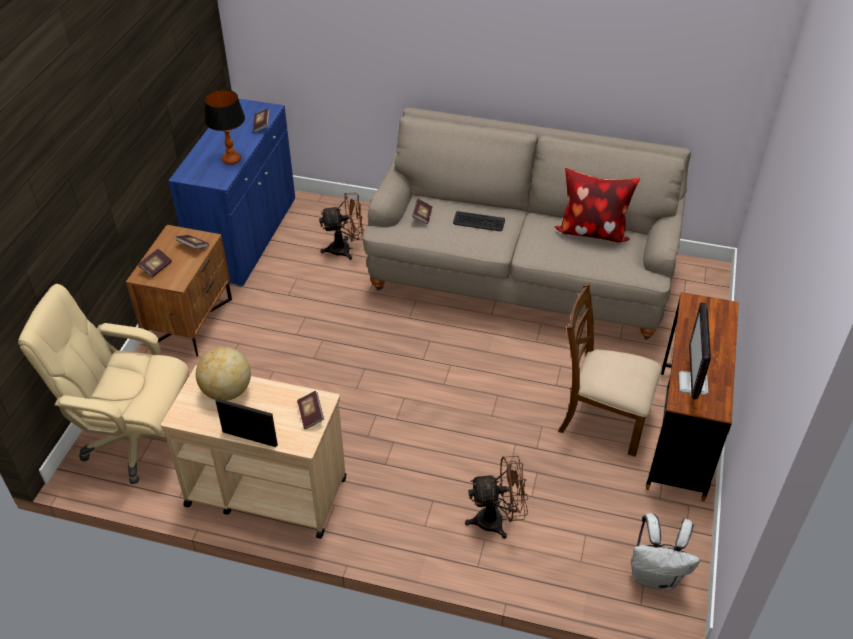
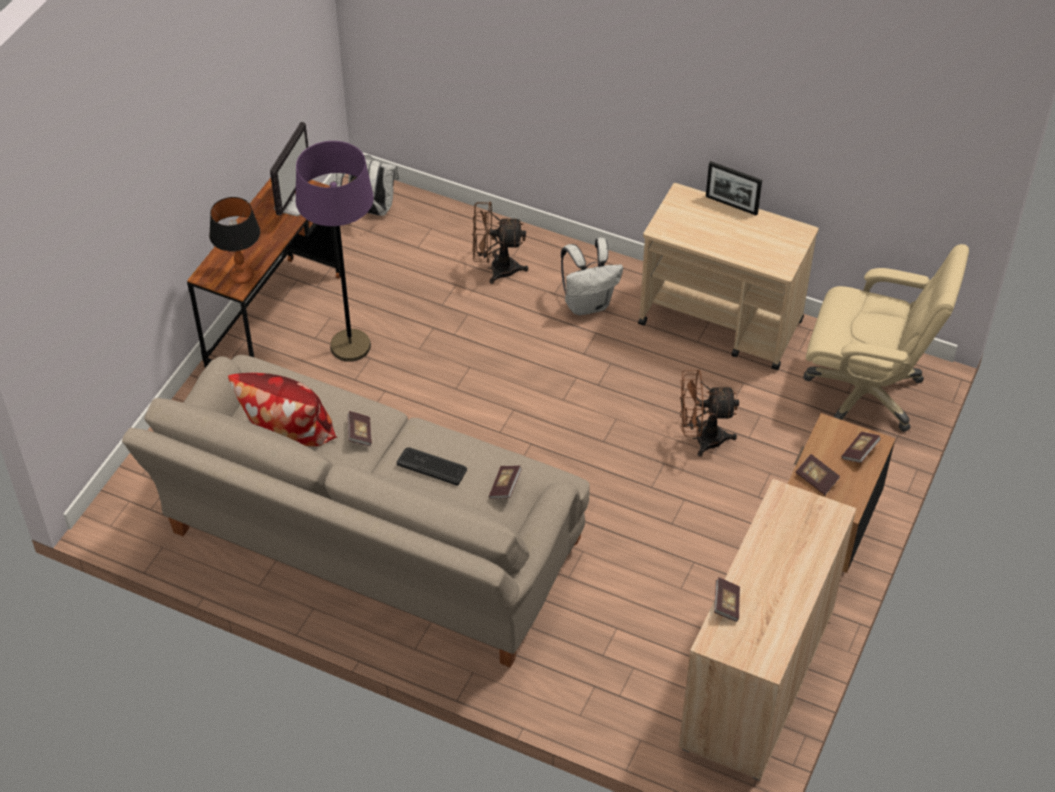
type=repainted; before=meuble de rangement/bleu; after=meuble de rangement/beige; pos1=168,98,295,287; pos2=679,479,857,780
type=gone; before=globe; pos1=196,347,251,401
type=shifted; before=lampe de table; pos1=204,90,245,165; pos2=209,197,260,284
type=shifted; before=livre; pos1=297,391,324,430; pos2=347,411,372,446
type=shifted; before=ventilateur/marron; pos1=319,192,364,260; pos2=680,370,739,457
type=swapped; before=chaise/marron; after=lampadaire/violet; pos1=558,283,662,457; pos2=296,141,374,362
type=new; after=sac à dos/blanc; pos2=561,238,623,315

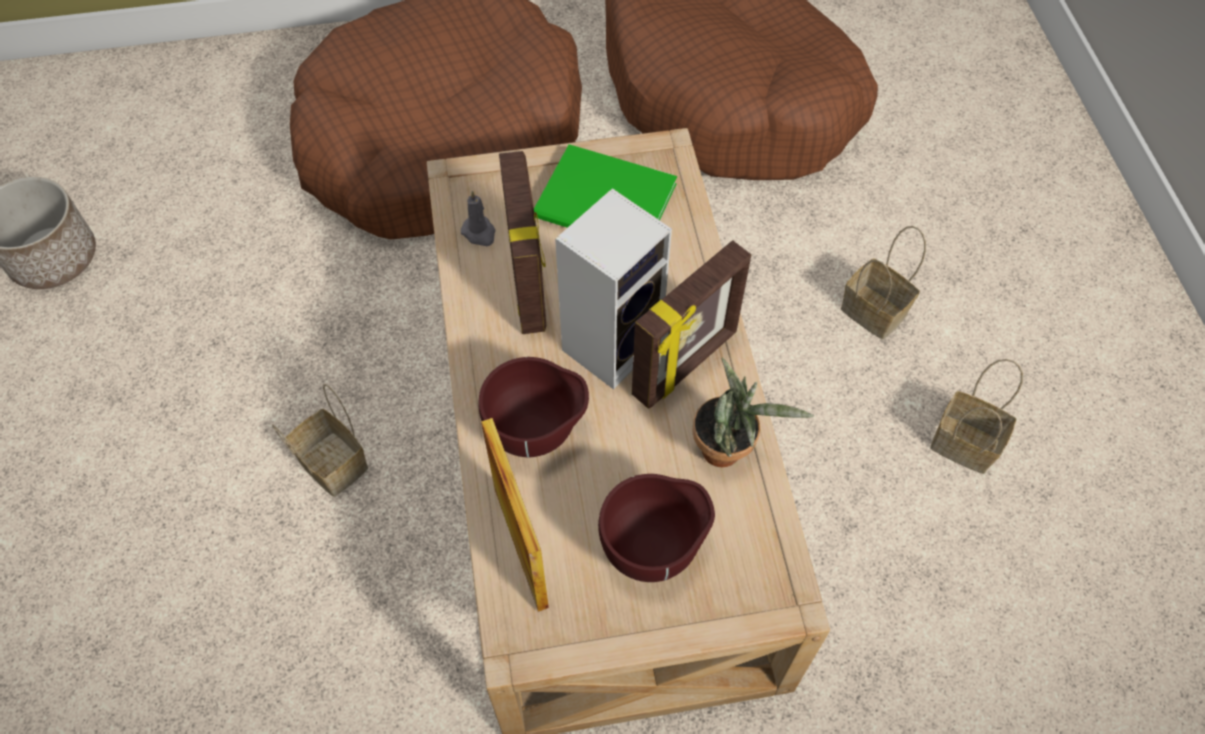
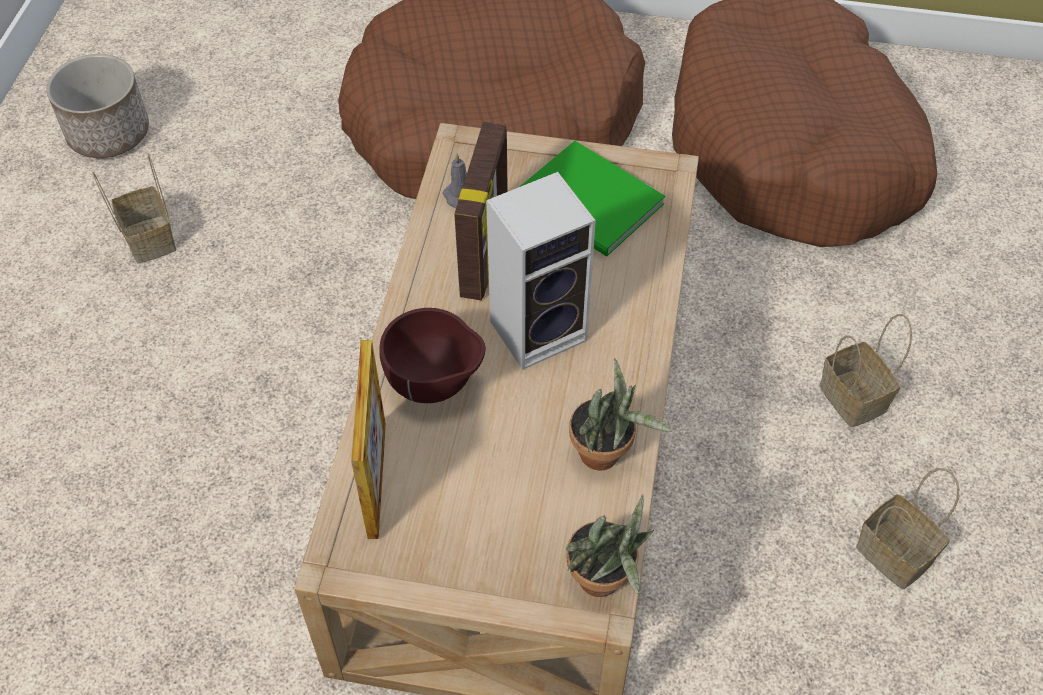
type=shifted; before=panier; pos1=272,384,368,497; pos2=92,154,176,264
type=gone; before=bol/marron; pos1=598,474,715,582
type=gone; before=cadre photo; pos1=632,240,751,409
type=new; after=plante en pot; pos2=566,494,654,597

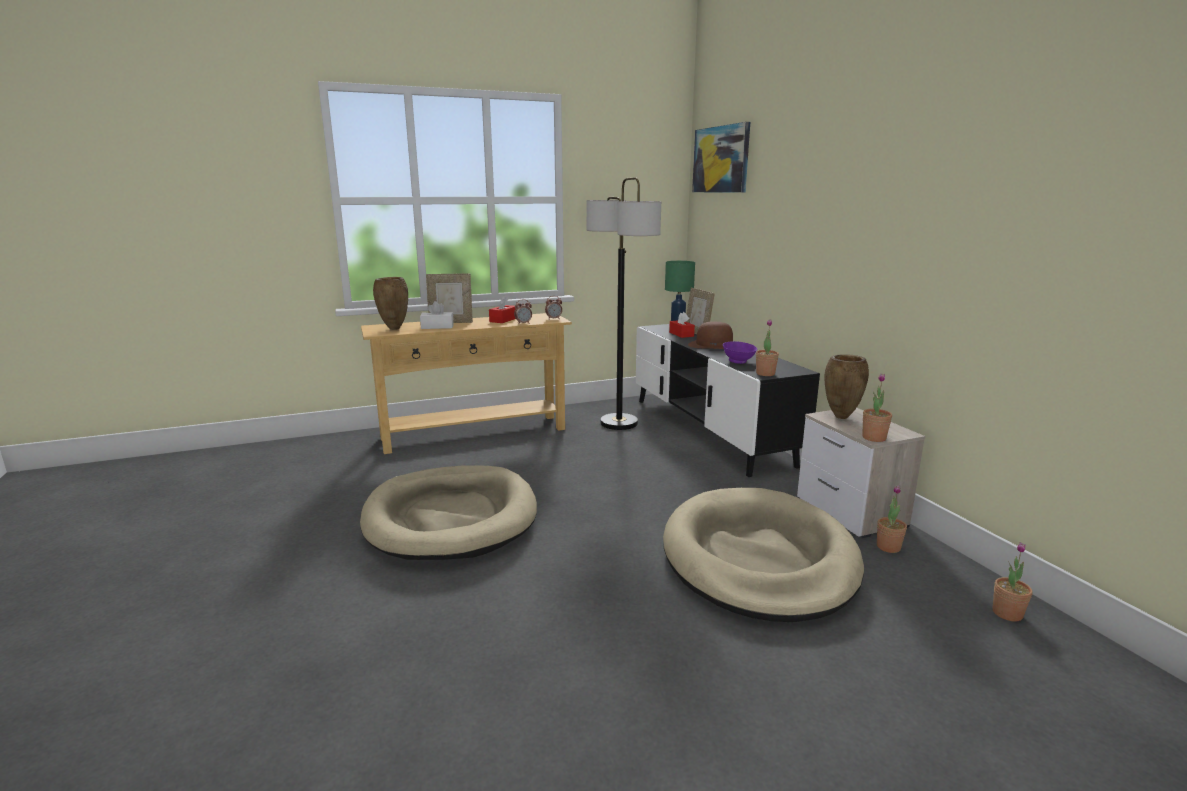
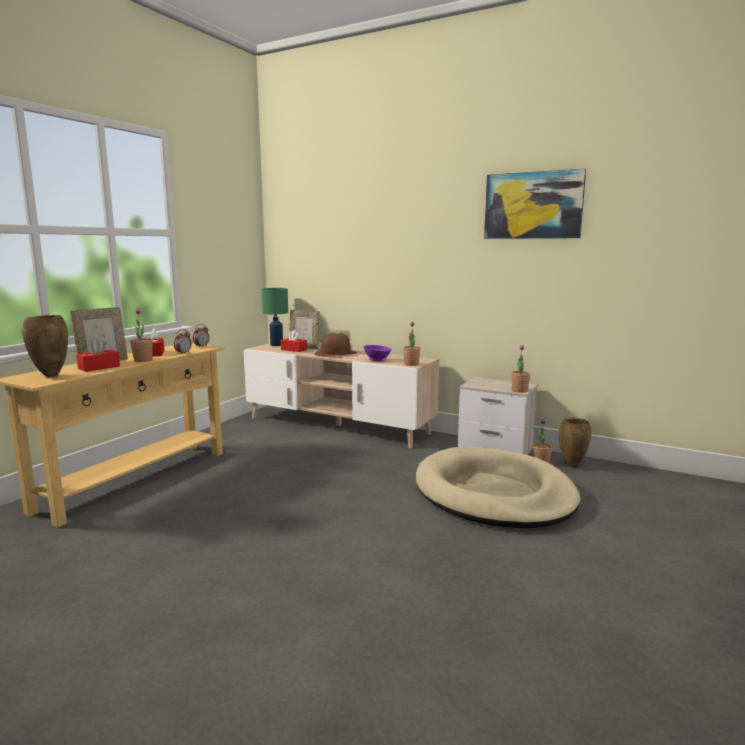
type=gone; before=panier pour chien/beige; pos1=360,465,537,560
type=repainted; before=boîte à mouchoirs/blanc; after=boîte à mouchoirs/rouge; pos1=420,301,454,329; pos2=76,339,120,372
type=gone; before=lampadaire; pos1=586,177,661,430
type=repainted; before=meuble télé/noir; after=meuble télé/beige; pos1=636,324,820,477; pos2=244,344,439,448
type=shifted; before=tableau; pos1=692,122,750,193; pos2=484,169,586,239
type=shifted; before=vase/marron; pos1=824,354,869,419; pos2=558,417,591,467
type=shifted; before=plante en pot; pos1=992,542,1033,622; pos2=130,308,153,362

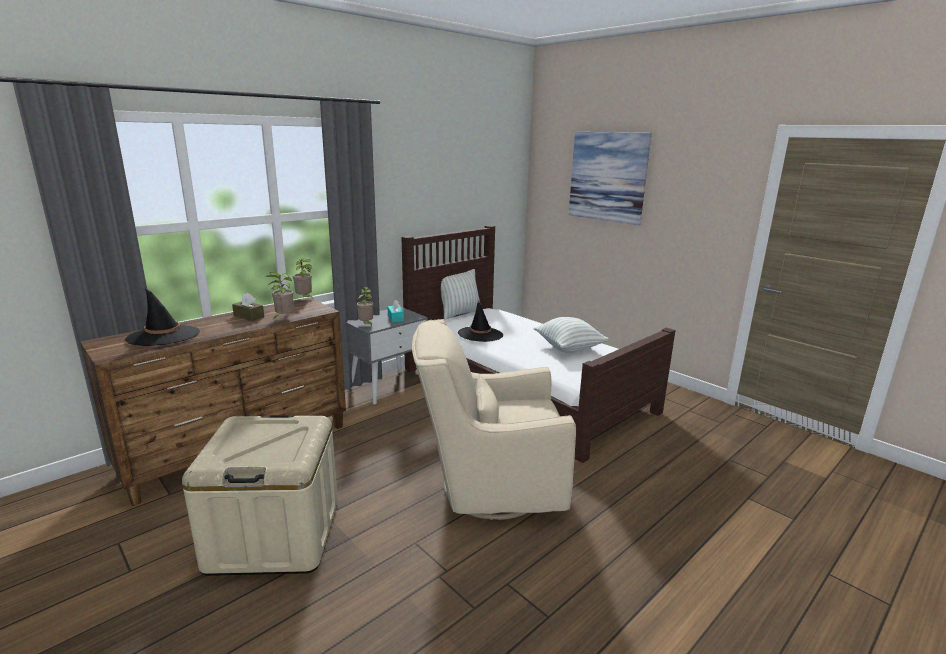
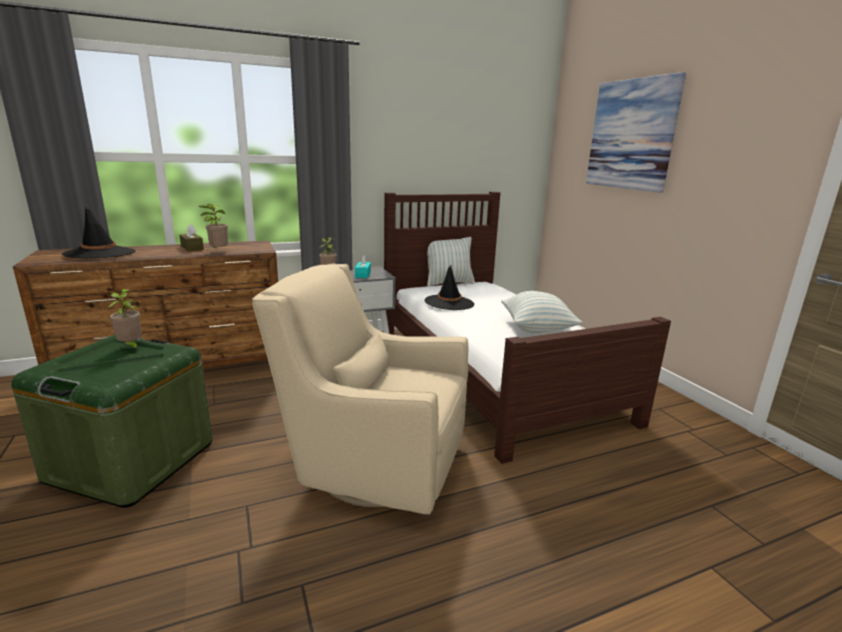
type=repainted; before=boîte de rangement/beige; after=boîte de rangement/vert; pos1=182,415,338,576; pos2=11,335,212,508
type=shifted; before=plante en pot; pos1=293,257,313,299; pos2=108,289,142,350

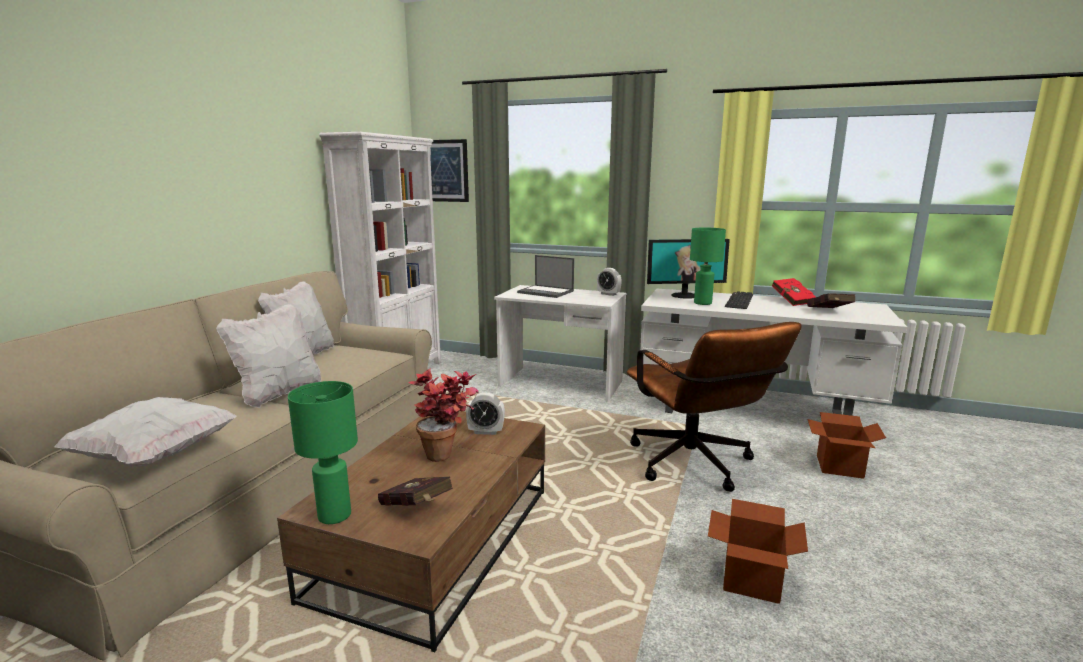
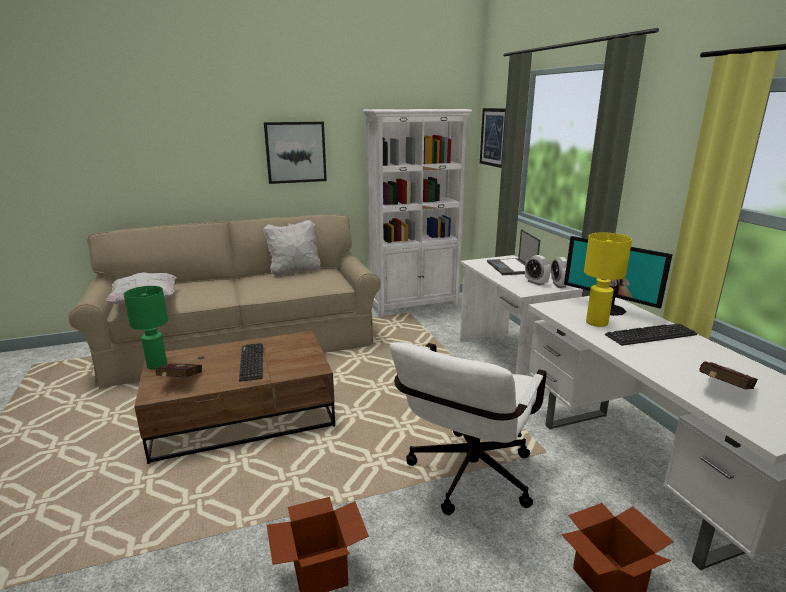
type=gone; before=coussin/blanc; pos1=216,304,321,408
type=swapped; before=plante en pot; after=clavier; pos1=408,368,478,462; pos2=239,343,263,381
type=shifted; before=réveil; pos1=466,392,505,435; pos2=525,255,551,286
type=repainted; before=chaise de bureau/marron; after=chaise de bureau/blanc; pos1=627,322,802,492; pos2=390,342,547,515
type=repainted; before=lampe de table/vert; after=lampe de table/jaune; pos1=690,228,726,305; pos2=584,232,632,327
type=gone; before=livre/rouge; pos1=772,278,816,306
type=new; after=tableau; pos2=264,122,327,184

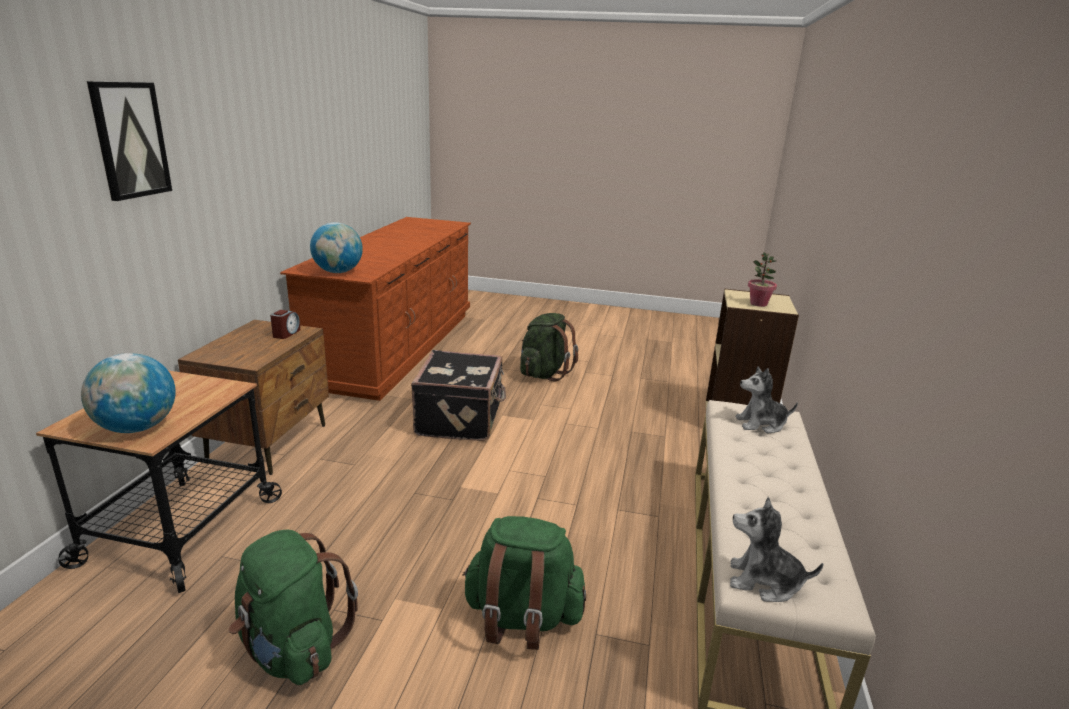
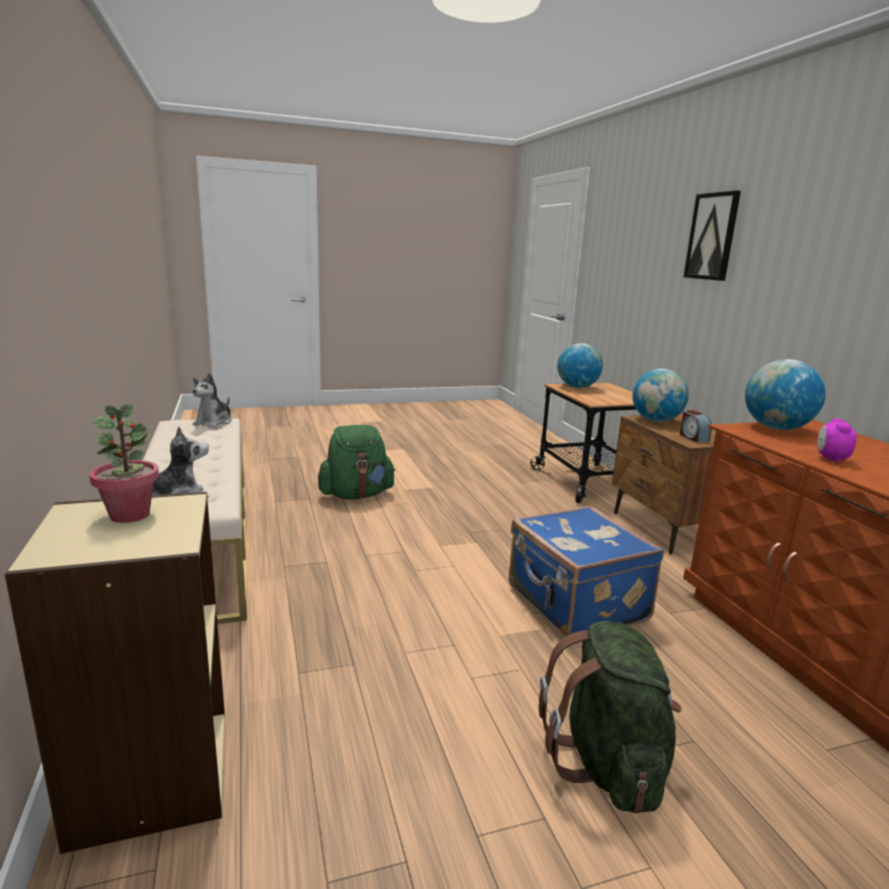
type=gone; before=sac à dos/vert; pos1=229,530,358,685
type=repainted; before=valise/noir; after=valise/bleu; pos1=411,350,506,441; pos2=509,506,664,637
type=rotated; before=peluche; pos1=730,497,824,602; pos2=193,373,232,428; turn=120
type=new; after=globe; pos2=632,369,689,422
type=new; after=réveil; pos2=817,419,856,463

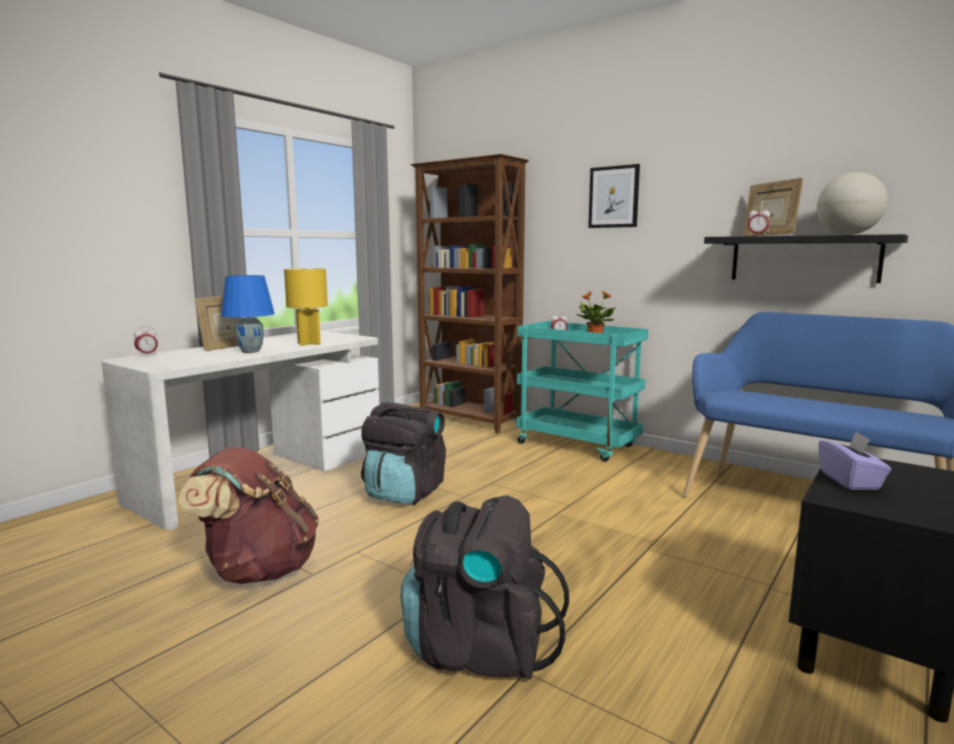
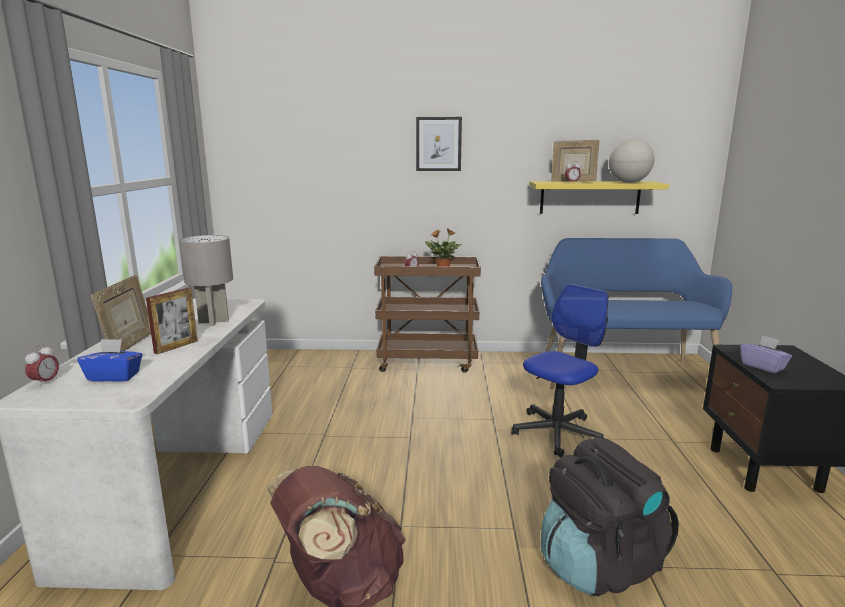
type=swapped; before=lampe de table/bleu; after=cadre photo; pos1=221,275,275,353; pos2=146,288,198,354
type=repainted; before=lampe de table/jaune; after=lampe de table/gris; pos1=284,268,328,346; pos2=179,235,233,326
type=gone; before=sac à dos/noir; pos1=361,402,446,505
type=gone; before=bibliothèque/marron; pos1=410,154,529,433
type=repainted; before=chariot/turquoise; after=chariot/marron; pos1=516,321,648,462; pos2=374,256,481,373
type=repainted; before=étagère/noir; after=étagère/jaune; pos1=704,234,908,283; pos2=529,181,669,214
type=new; after=boîte à mouchoirs/bleu; pos2=77,339,142,382
type=new; after=chaise de bureau; pos2=511,284,608,457

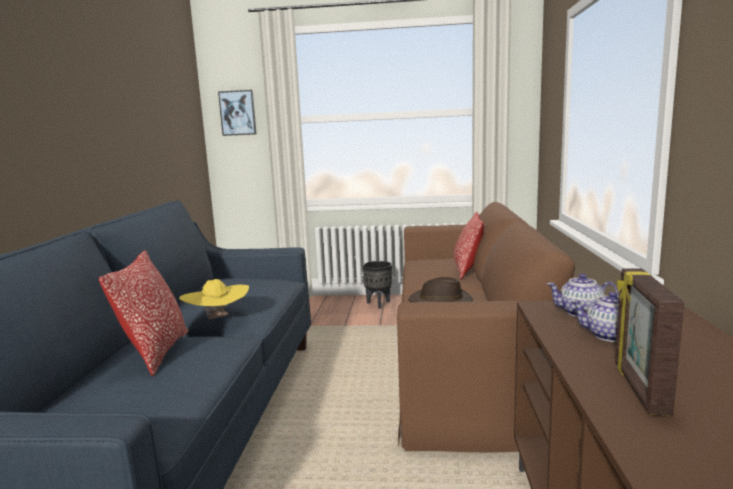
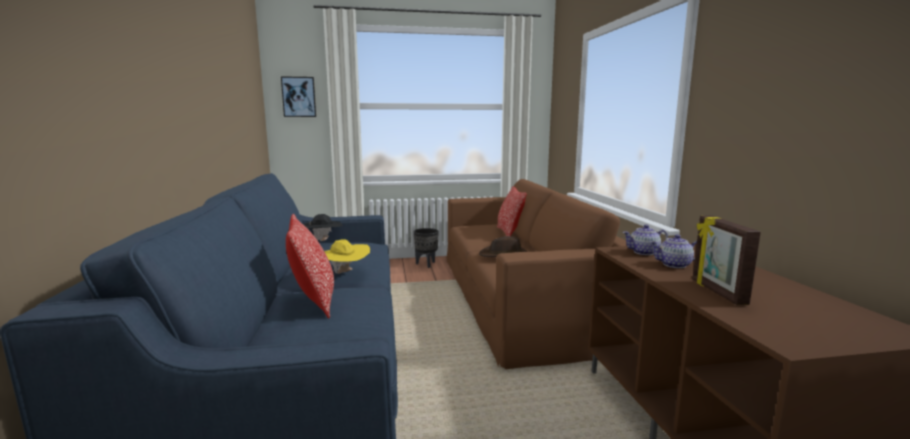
type=new; after=chapeau/noir; pos2=303,214,342,241

